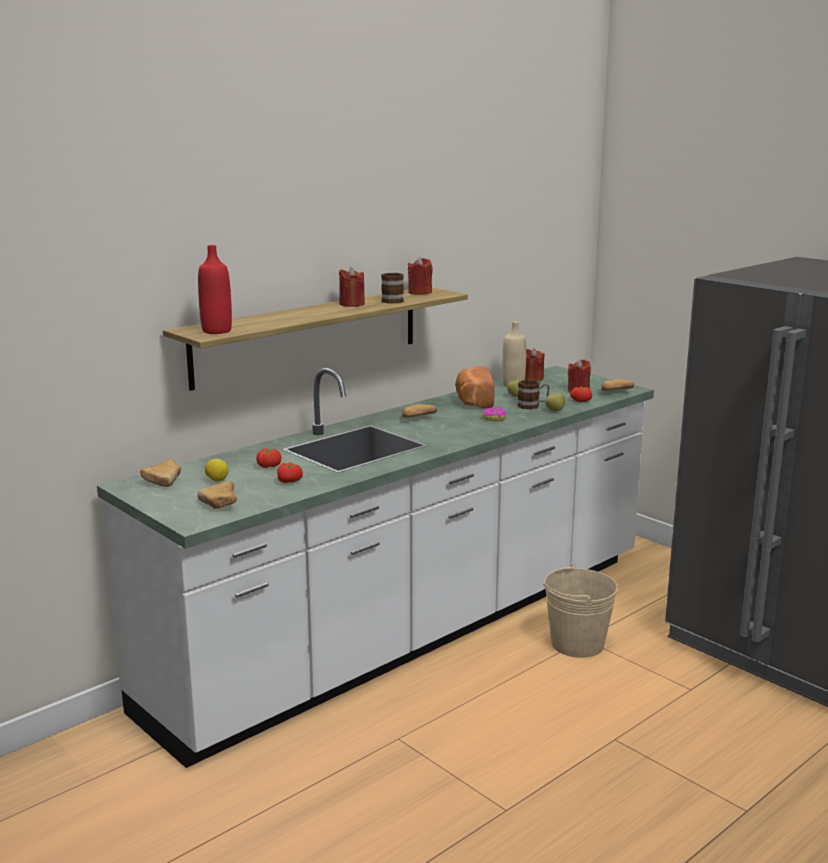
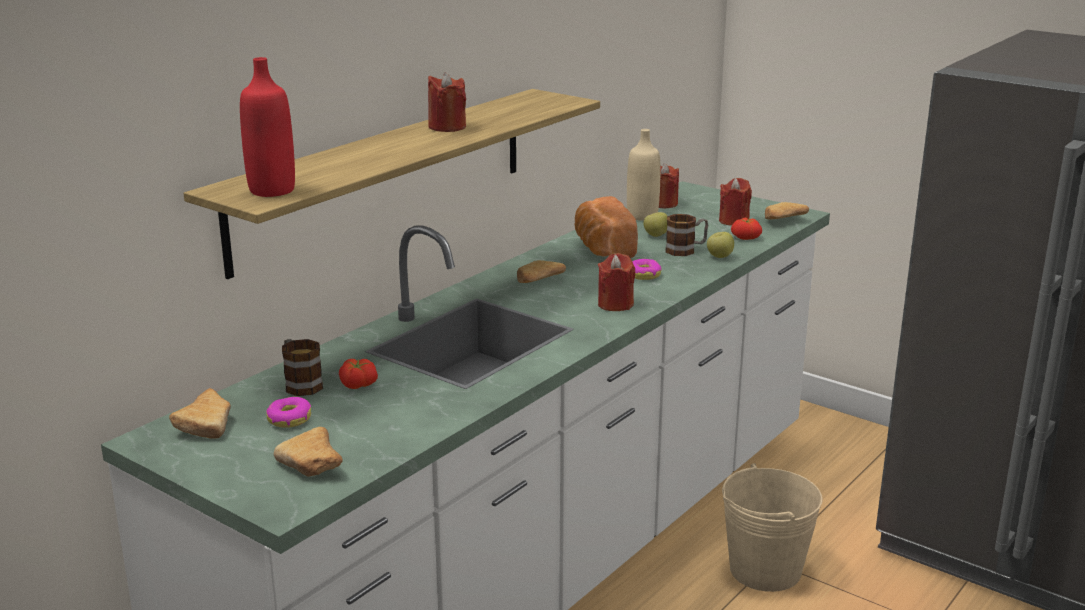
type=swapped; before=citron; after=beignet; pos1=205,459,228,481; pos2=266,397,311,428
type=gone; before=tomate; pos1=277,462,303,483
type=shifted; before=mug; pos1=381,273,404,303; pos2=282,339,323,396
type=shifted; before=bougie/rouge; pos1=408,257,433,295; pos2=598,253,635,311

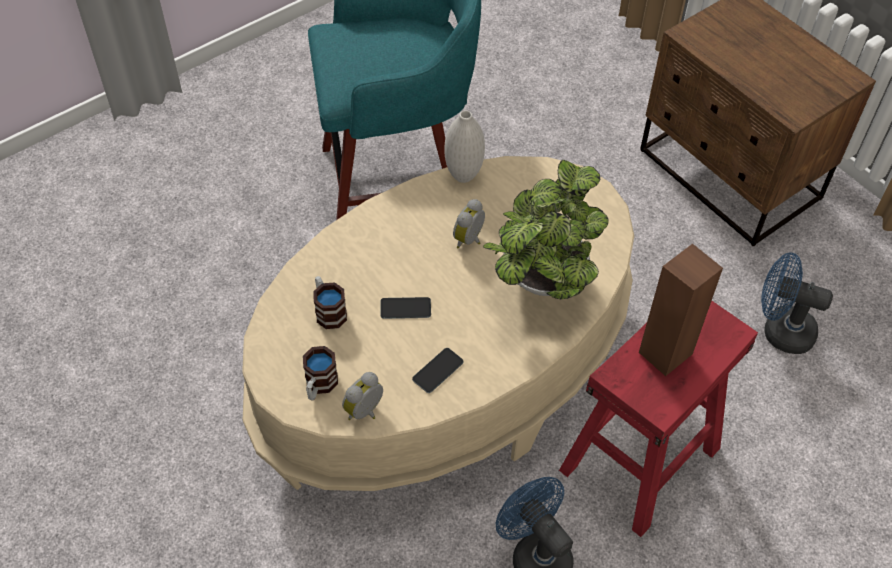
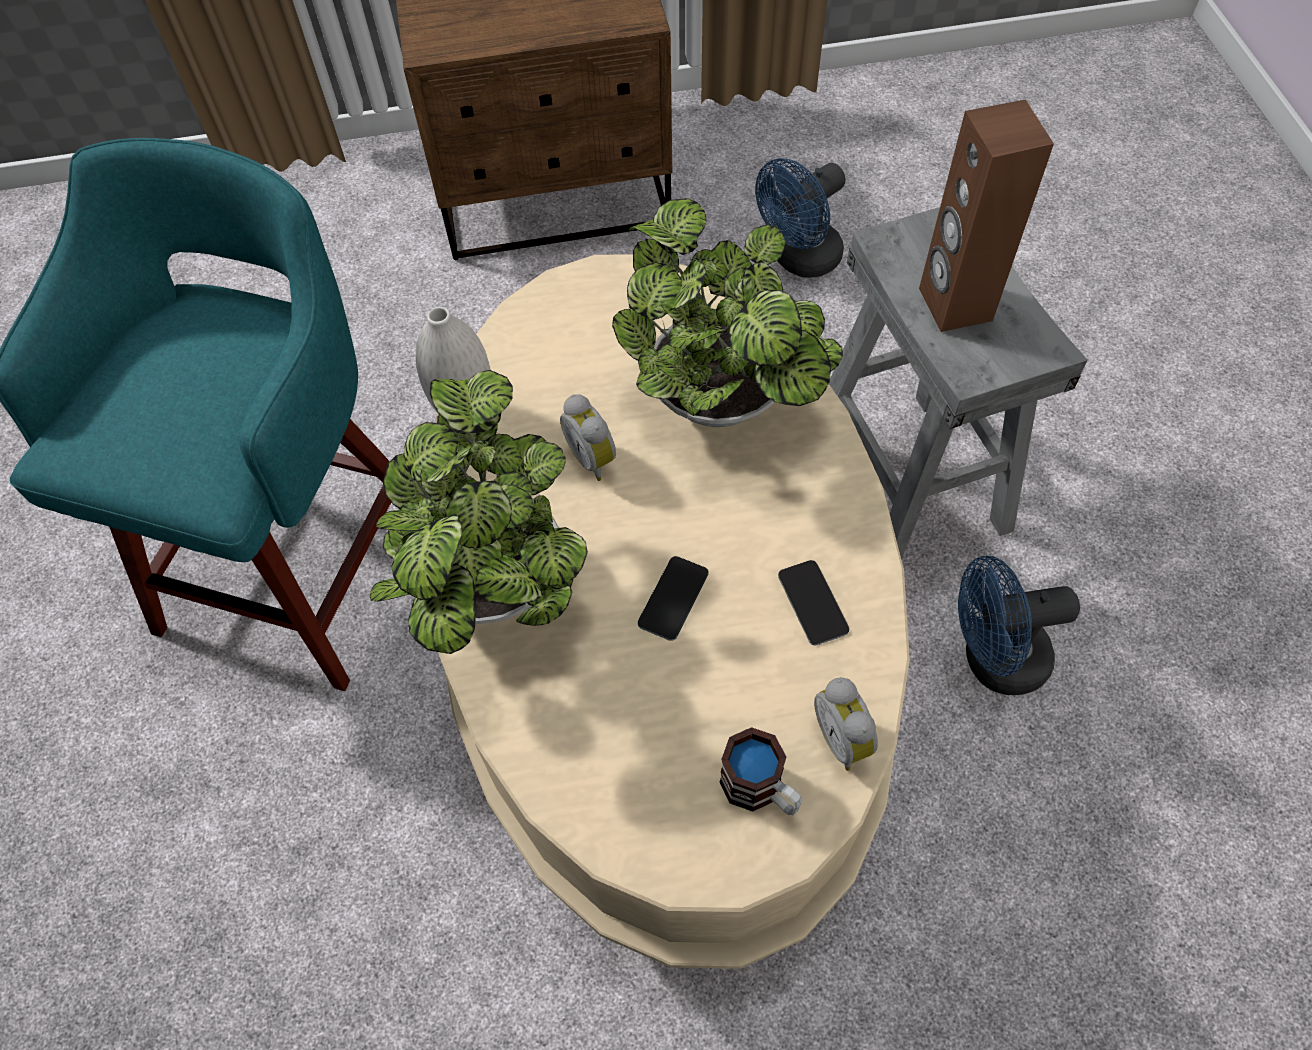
type=gone; before=mug; pos1=313,276,347,329
type=repainted; before=tabouret/rouge; after=tabouret/gris; pos1=559,301,758,537; pos2=829,207,1088,560
type=new; after=plante en pot; pos2=370,370,588,654

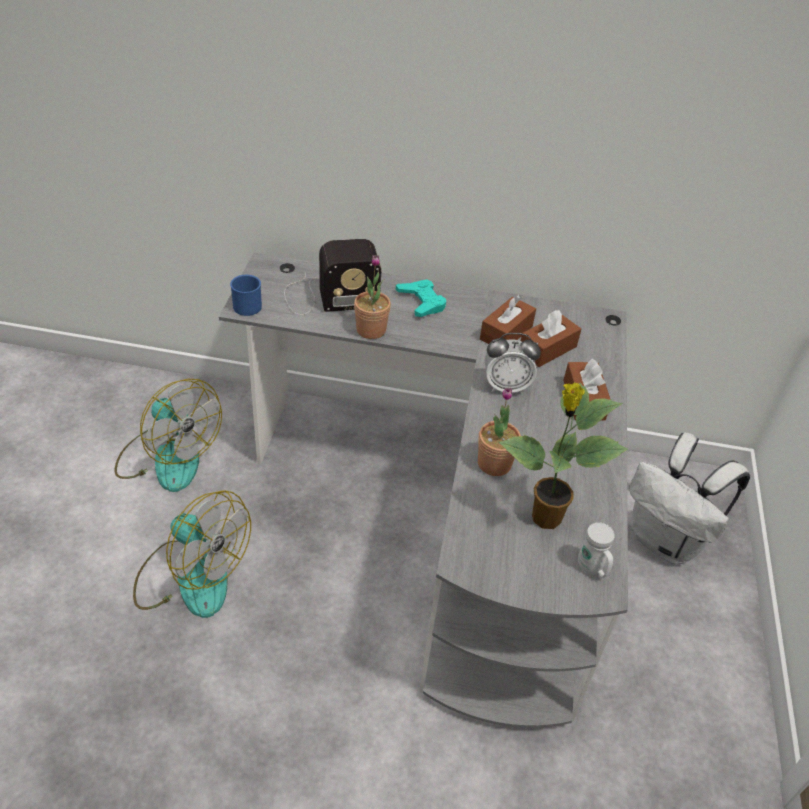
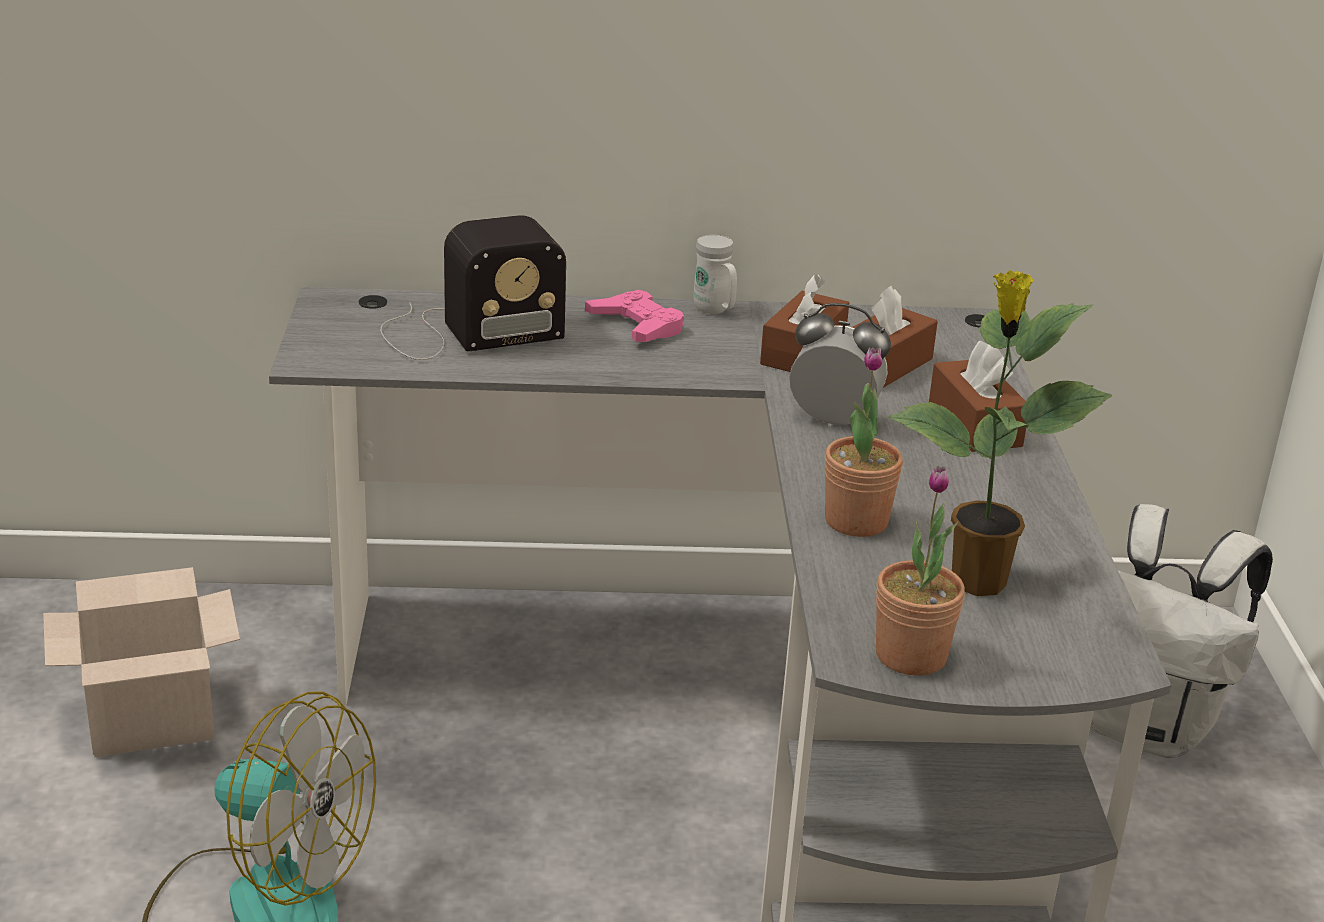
type=swapped; before=ventilateur; after=carton; pos1=114,379,222,492; pos2=43,567,240,757
type=gone; before=mug/bleu; pos1=230,275,262,316
type=shifted; before=plante en pot; pos1=354,255,391,339; pos2=876,466,965,676
type=repainted; before=manette/turquoise; after=manette/rose; pos1=396,279,446,317; pos2=585,290,684,342
type=rotated; before=réveil; pos1=485,333,541,394; pos2=789,303,891,426; turn=-150
type=shifted; before=mug/blanc; pos1=578,522,615,578; pos2=694,235,737,314

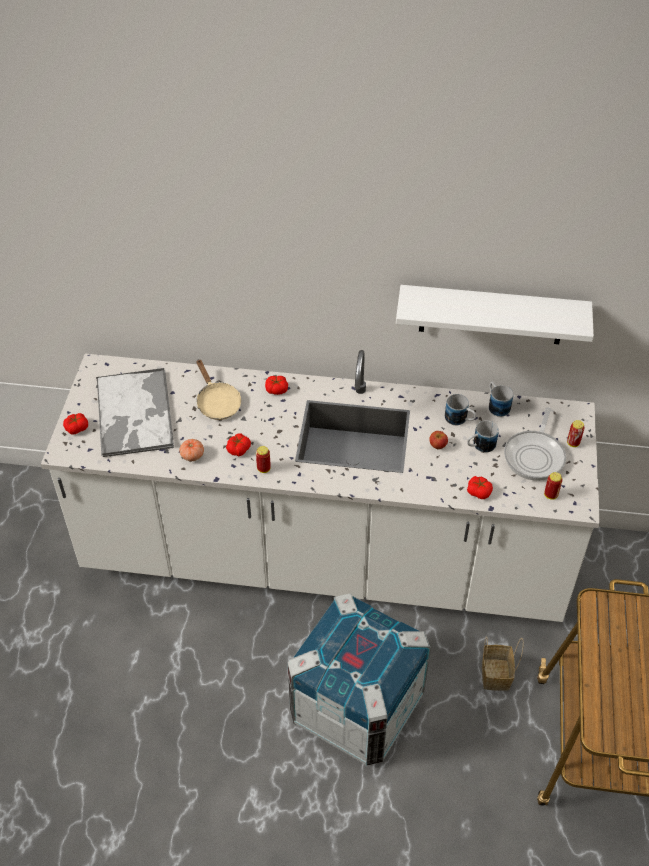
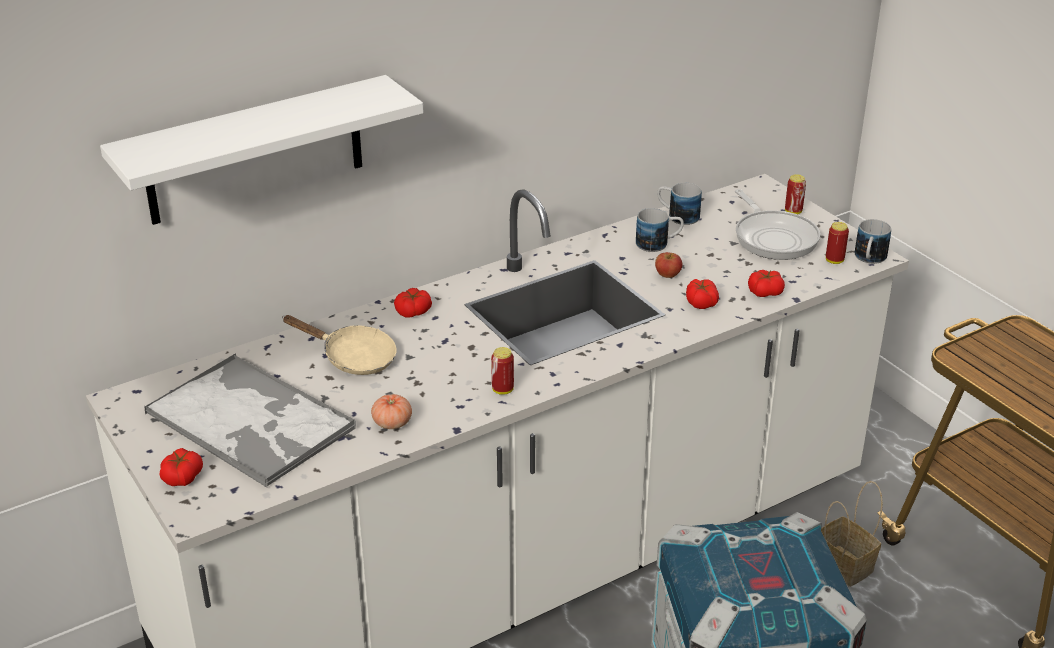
type=shifted; before=tomate; pos1=226,433,251,456; pos2=686,279,719,309
type=shifted; before=étagère/blanc; pos1=396,285,594,344; pos2=100,75,424,225
type=shifted; before=mug; pos1=467,420,499,453; pos2=854,219,891,264

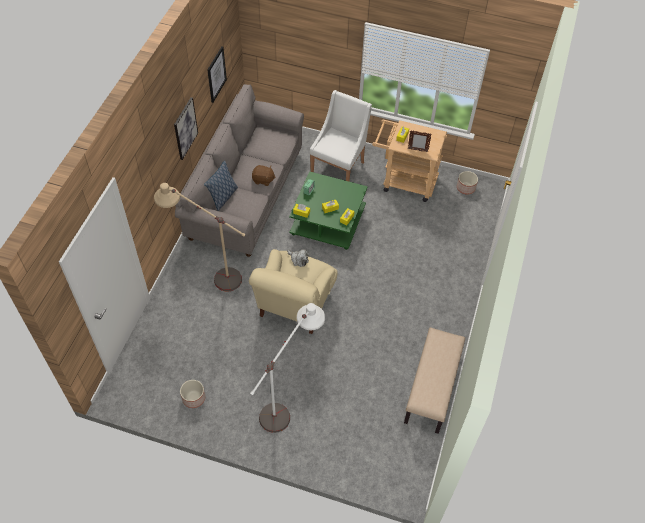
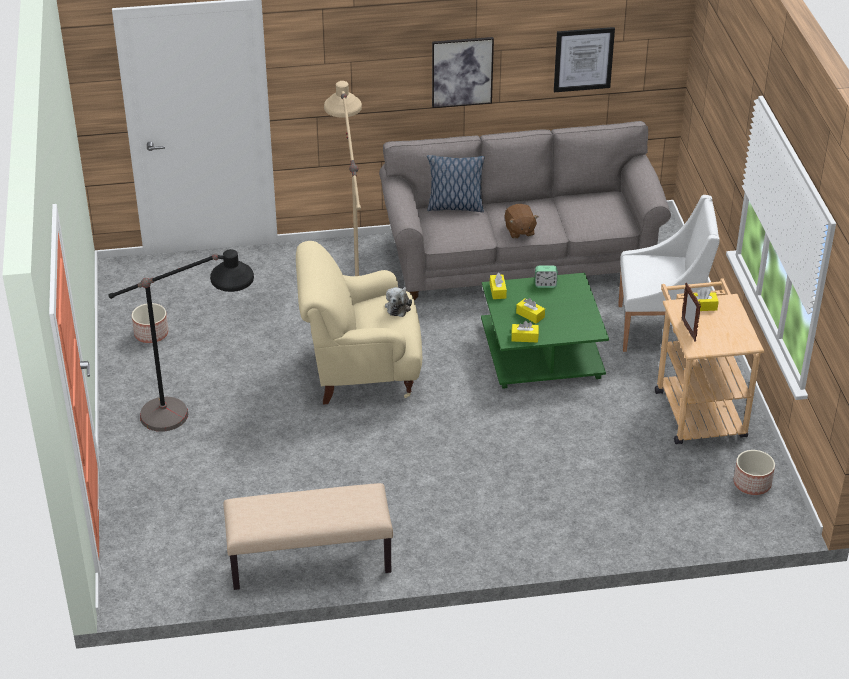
type=repainted; before=lampadaire/blanc; after=lampadaire/noir; pos1=250,303,325,433; pos2=108,249,254,432

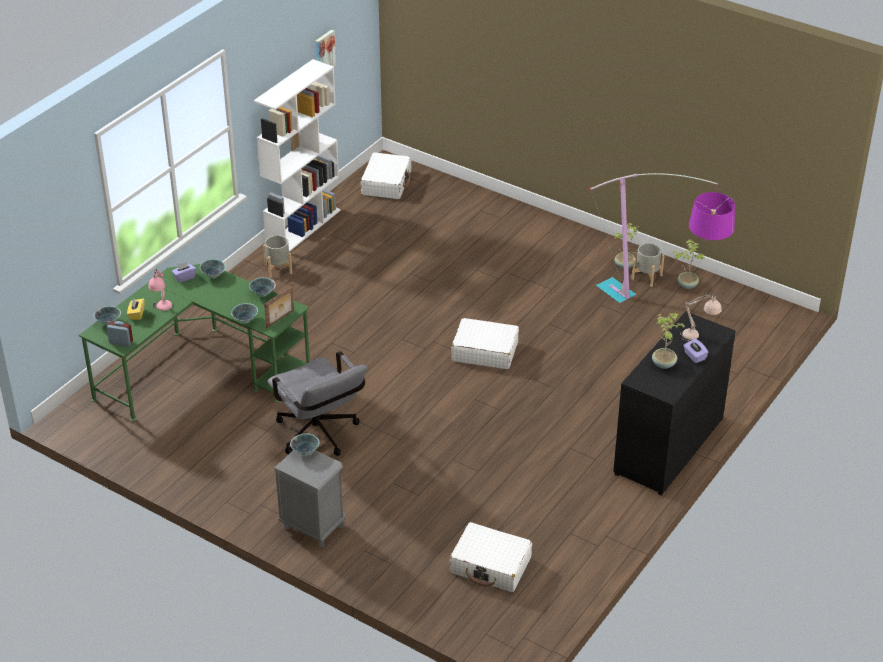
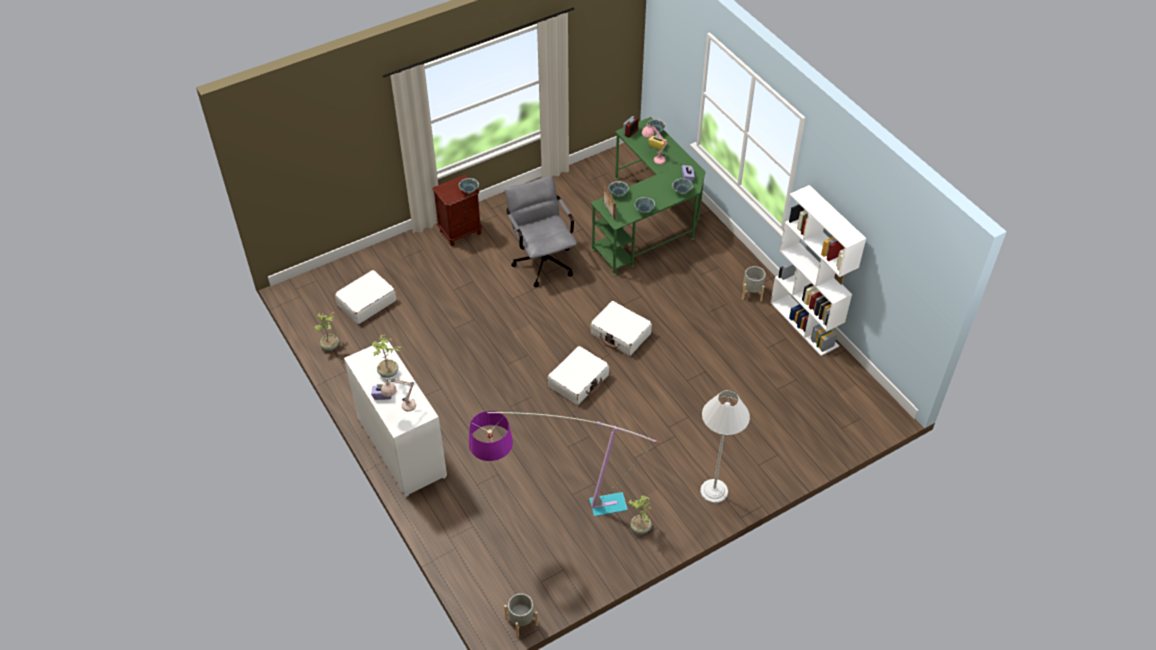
type=rotated; before=chaise de bureau/gris; pos1=268,351,367,456; pos2=505,175,577,287; turn=75
type=repainted; before=table de chevet/gris; after=table de chevet/marron; pos1=274,450,346,547; pos2=432,175,482,246
type=gone; before=tableau; pos1=316,30,336,67
type=shifted; before=valise/blanc; pos1=361,152,411,199; pos2=590,301,652,356
type=repainted; before=commode/noir; after=commode/blanc; pos1=613,311,736,495; pos2=344,341,447,497
type=shifted; before=cache-pot/gris; pos1=631,243,665,287; pos2=504,593,538,637
type=shifted; before=plante en pot; pos1=672,239,705,289; pos2=314,312,339,351
type=new; after=lampadaire/blanc; pos2=700,390,750,503

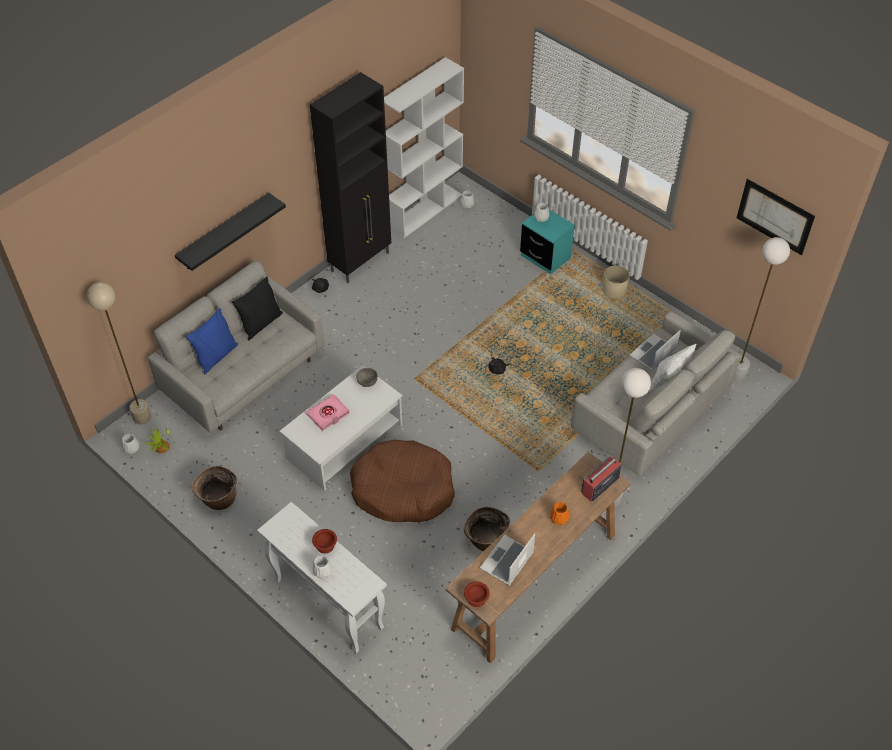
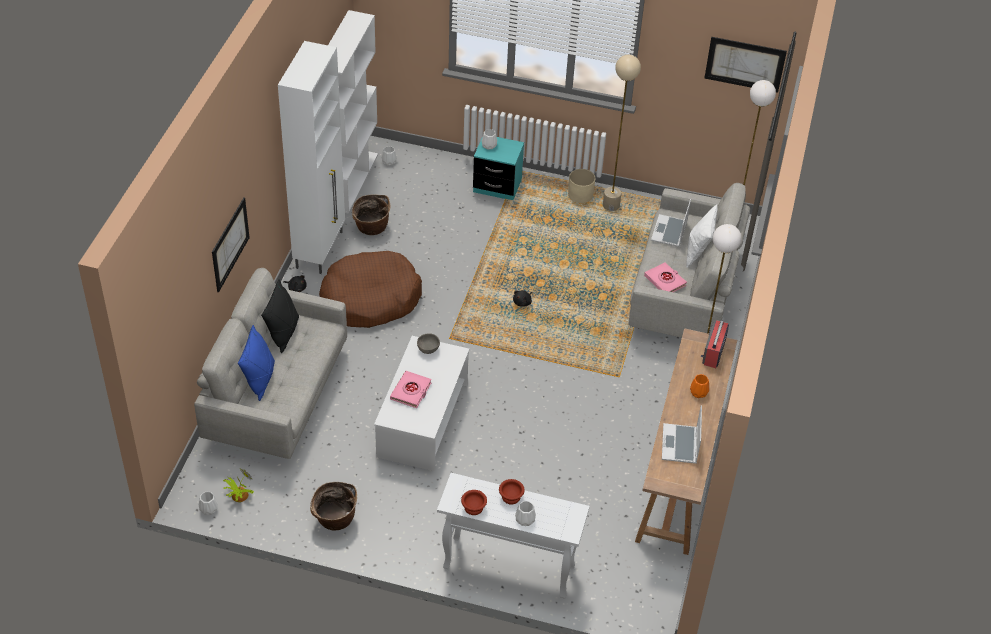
type=shifted; before=lampadaire/beige; pos1=87,282,151,425; pos2=603,55,641,211
type=swapped; before=étagère/noir; after=tableau; pos1=175,193,286,271; pos2=212,197,250,292
type=repainted; before=meuble de rangement/noir; after=meuble de rangement/blanc; pos1=310,72,391,283; pos2=278,41,345,274
type=shifted; before=panier pour chien/marron; pos1=350,440,454,522; pos2=319,251,422,328
type=shifted; before=panier; pos1=464,507,510,551; pos2=352,194,390,235
type=shifted; before=bol/marron; pos1=464,582,490,607; pos2=461,490,487,515
type=new; after=livre/rose; pos2=644,263,687,292

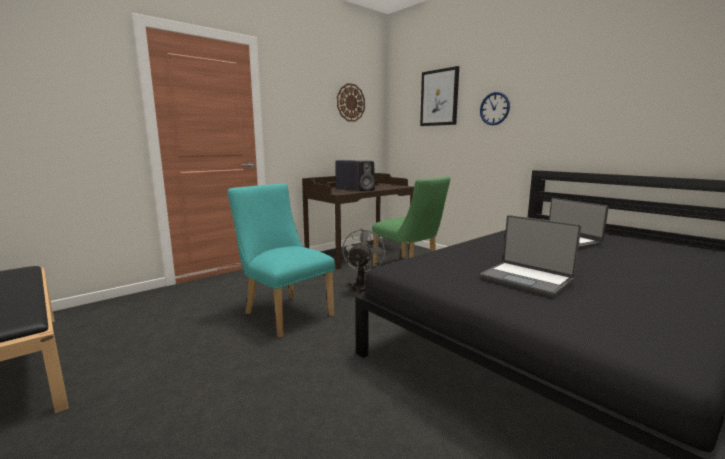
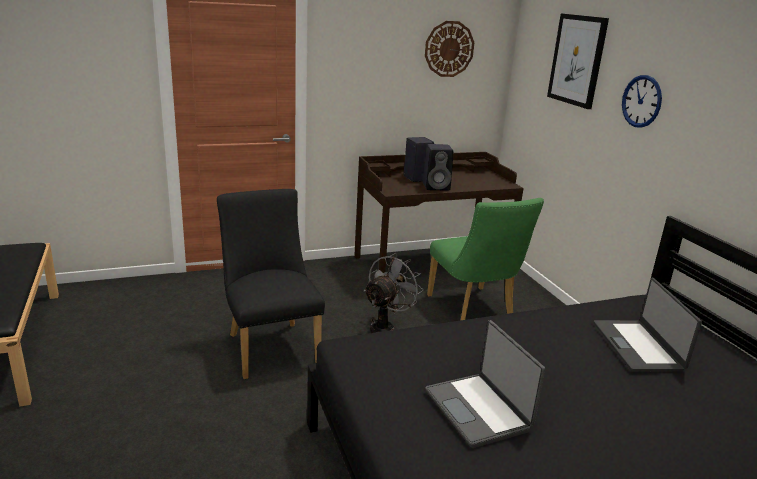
type=repainted; before=chaise/turquoise; after=chaise/noir; pos1=227,184,335,338; pos2=217,189,325,379

